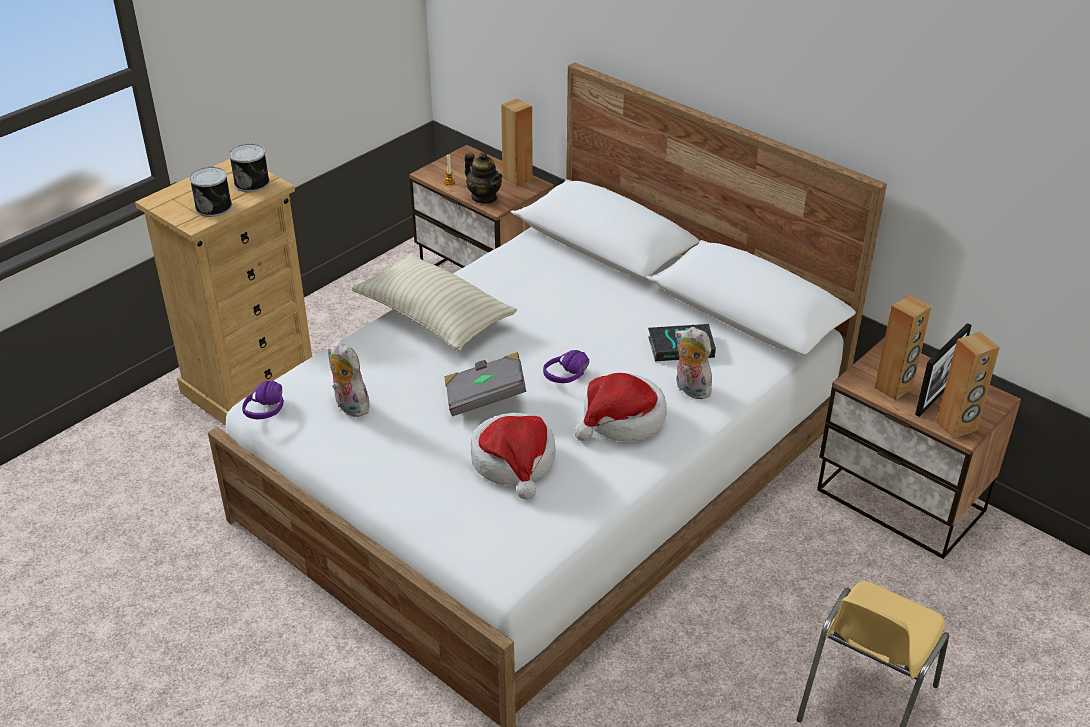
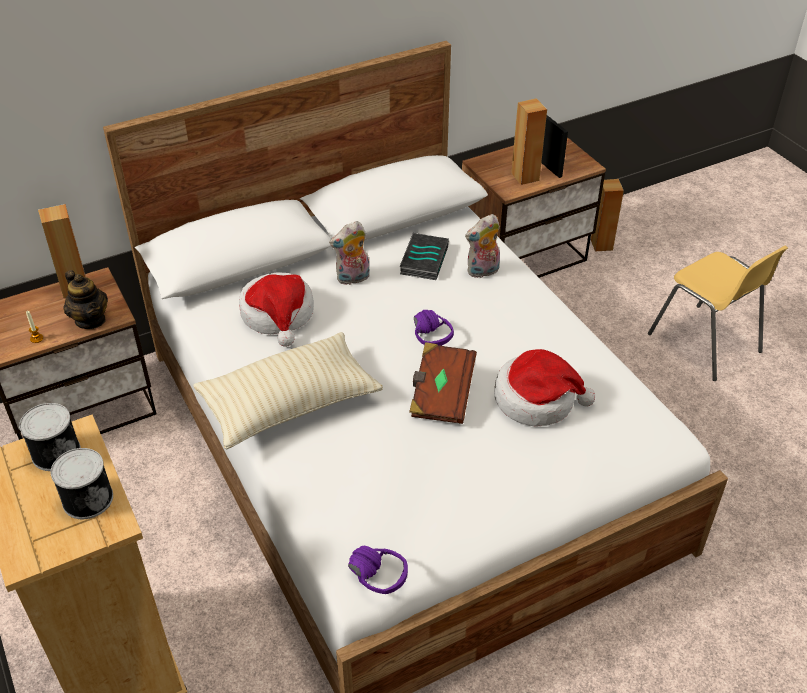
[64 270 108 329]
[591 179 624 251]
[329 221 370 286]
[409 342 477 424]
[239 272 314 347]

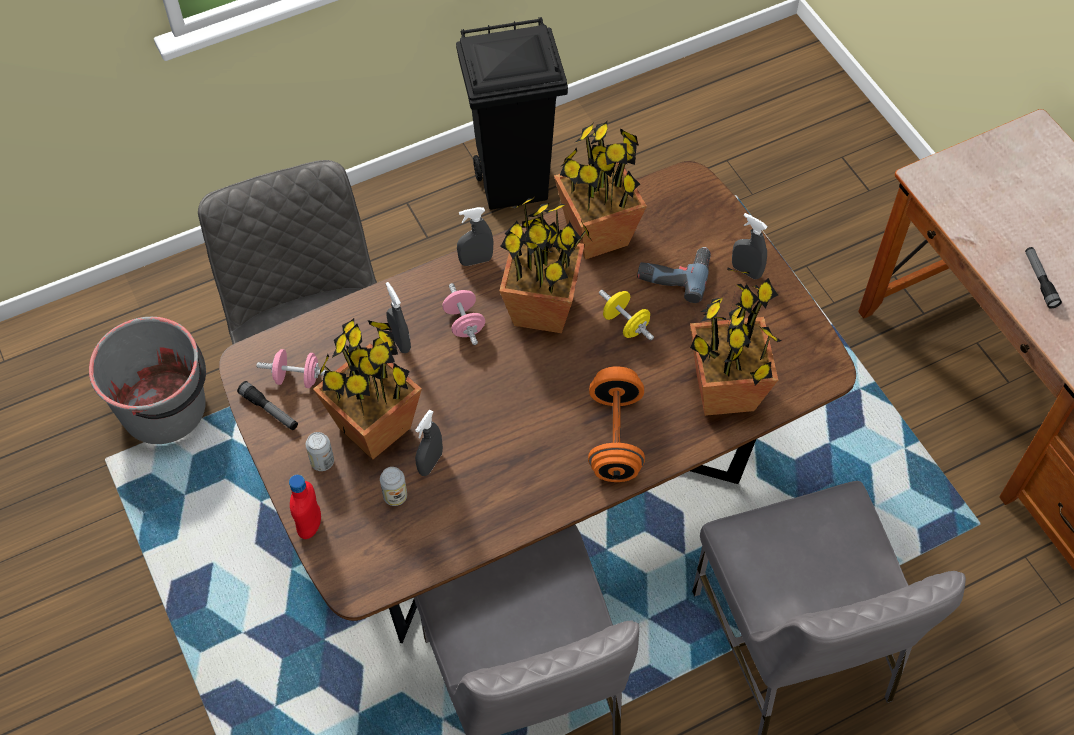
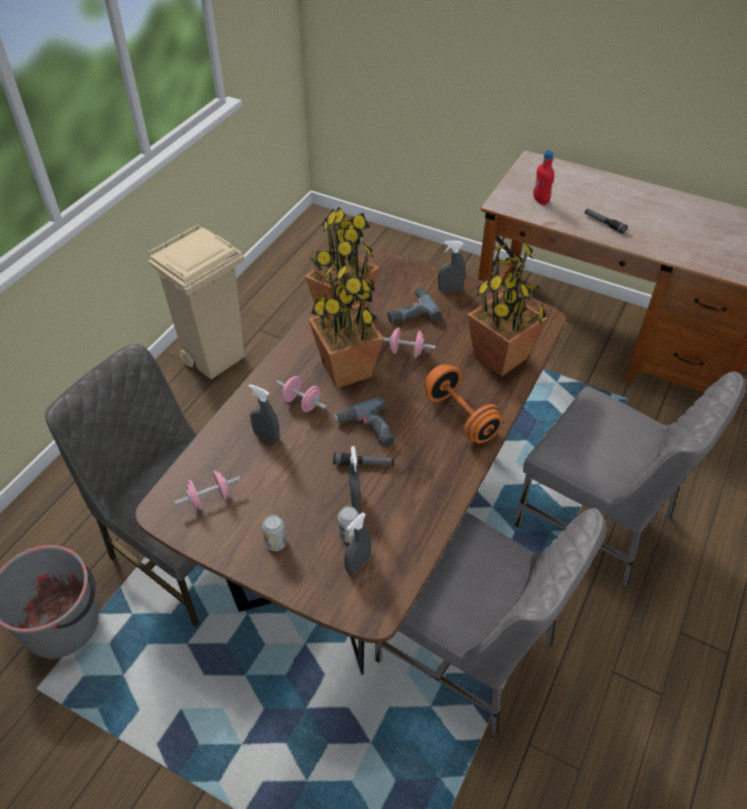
[148 224 244 379]
[344 512 371 575]
[382 327 436 357]
[313 318 422 460] (first image)
[333 452 394 466]
[533 150 554 205]
[334 396 395 447]

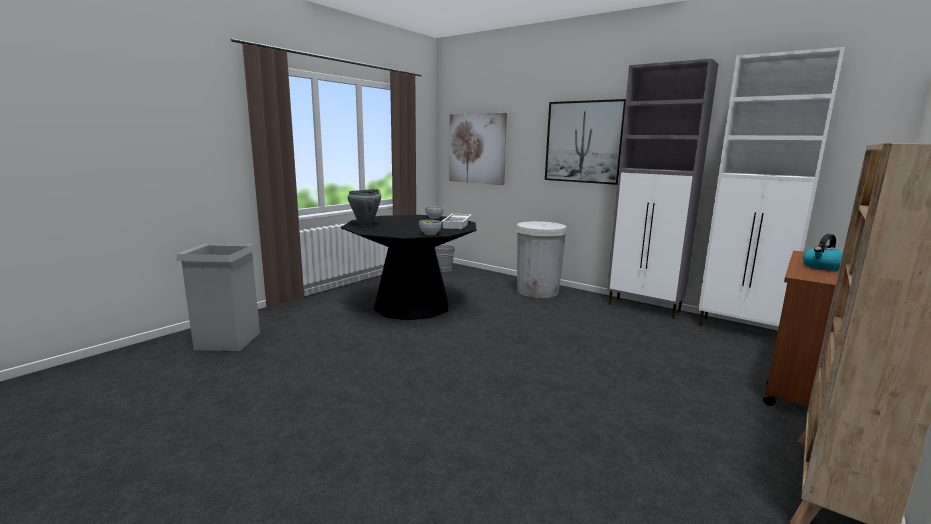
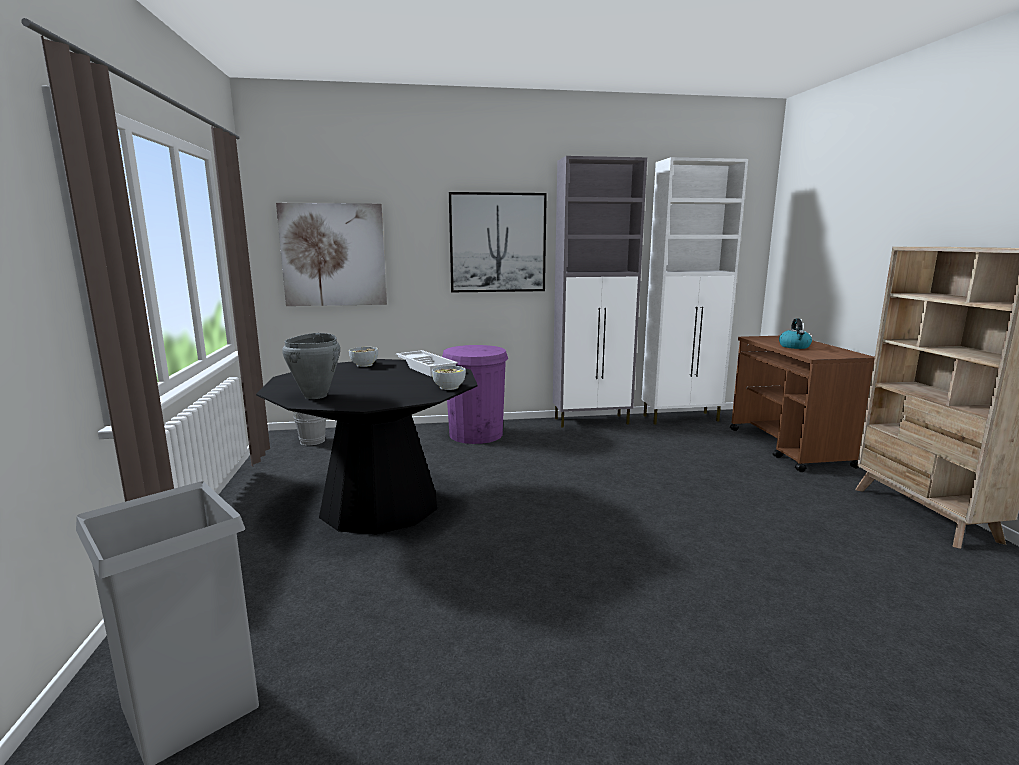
[442 345 508 444]

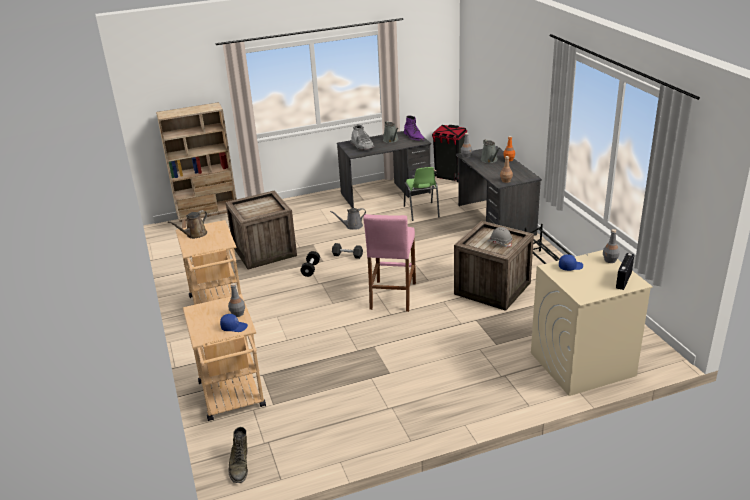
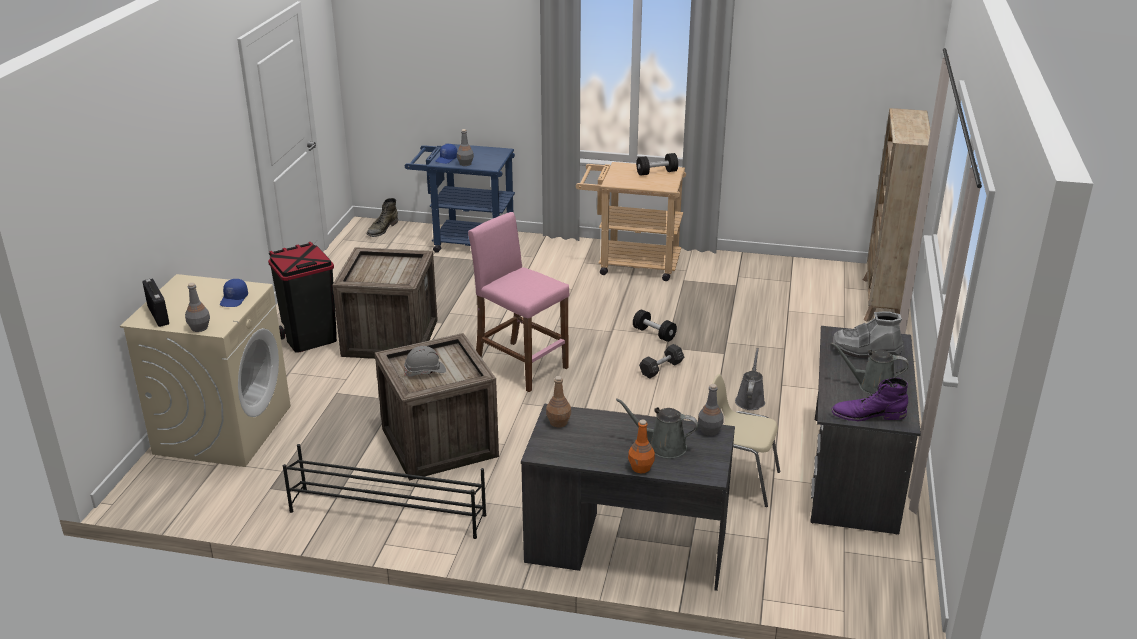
[268 242 337 353]
[712 374 780 507]
[332 247 438 359]
[636 153 678 176]
[405 143 515 253]
[366 198 398 237]

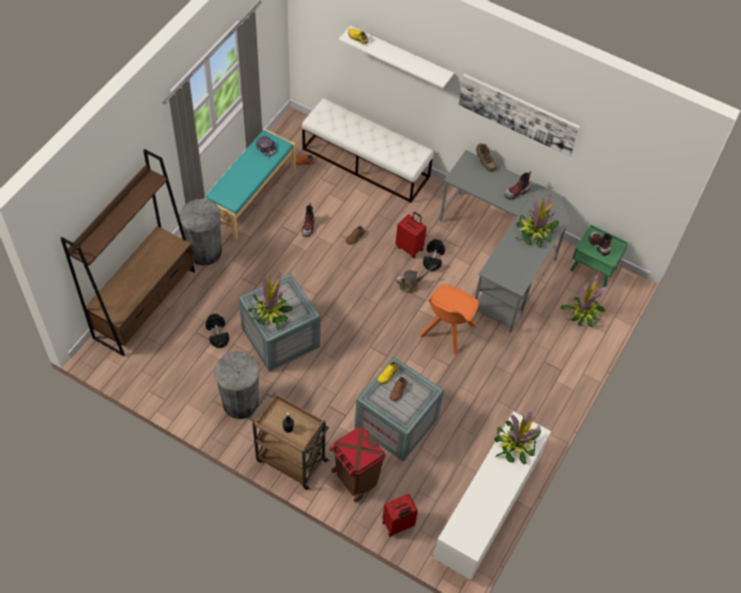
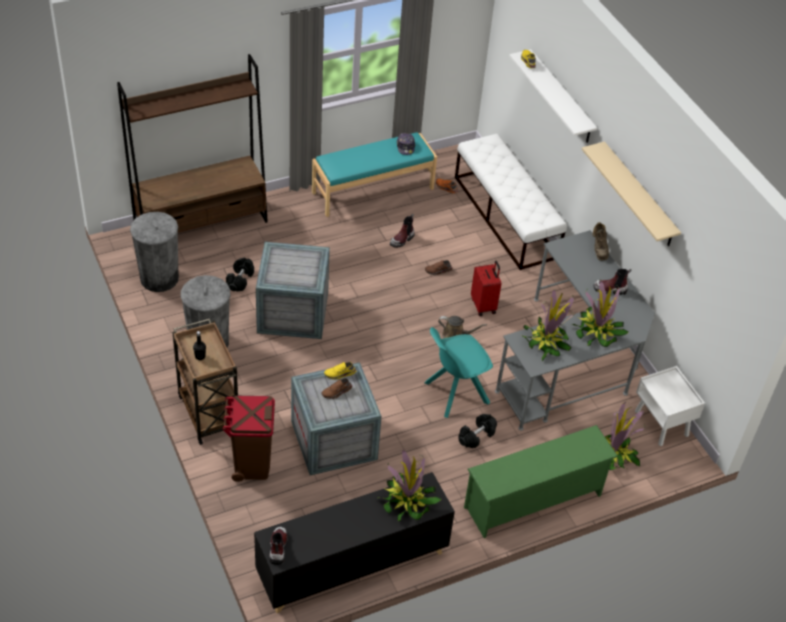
[582 142 681 246]
[130 212 179 292]
[635 366 705 446]
[270 527 288 565]
[458 414 497 448]
[523 290 574 361]
[425 327 493 418]
[254 472 455 613]
[382 494 418 537] (first image)
[464 425 618 538]

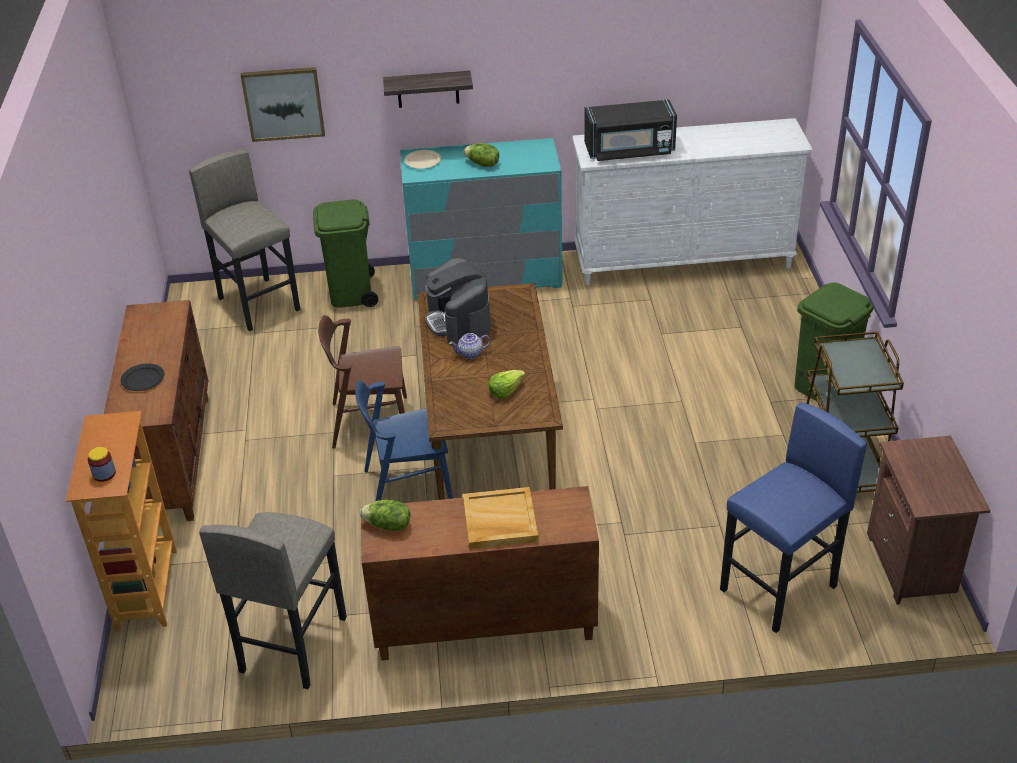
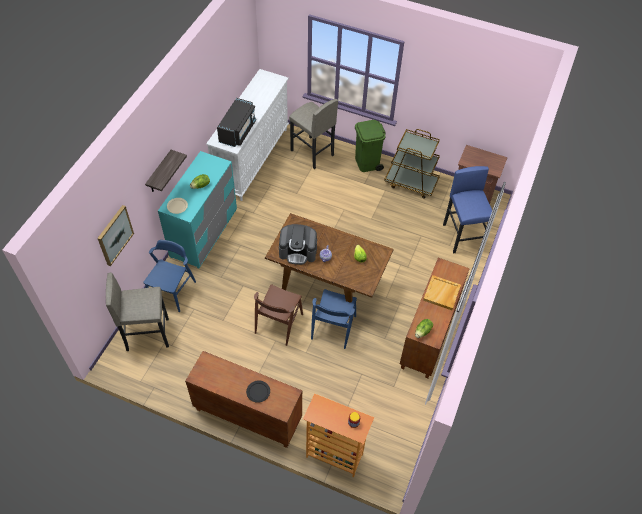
[144 240 196 312]
[289 99 338 169]

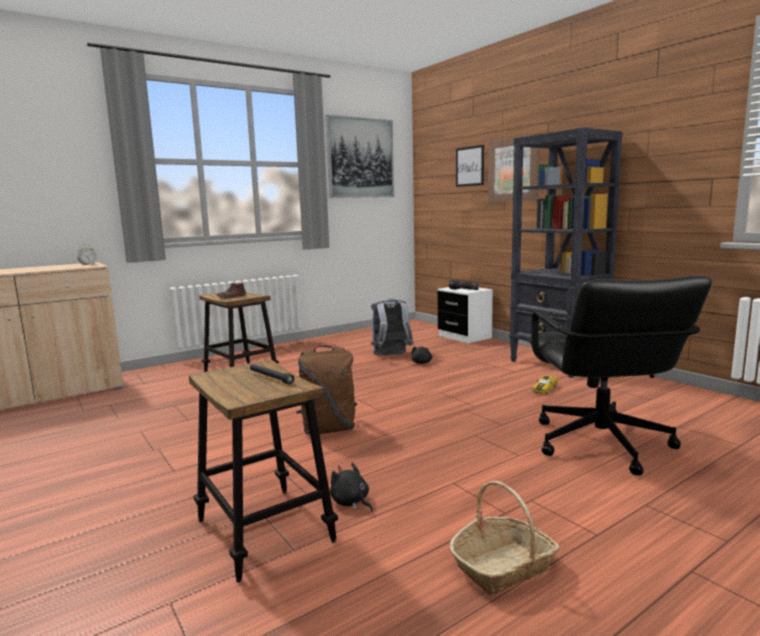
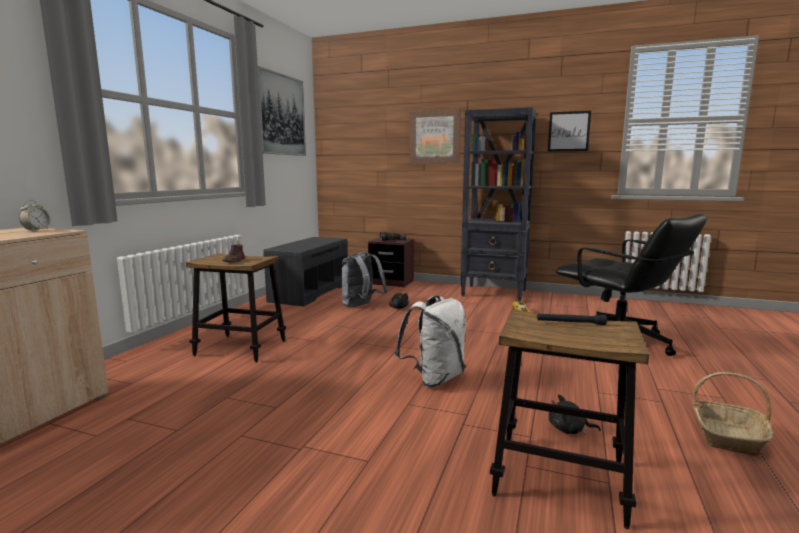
[548 111 591 152]
[368 237 414 287]
[395 296 466 387]
[263 237 347 307]

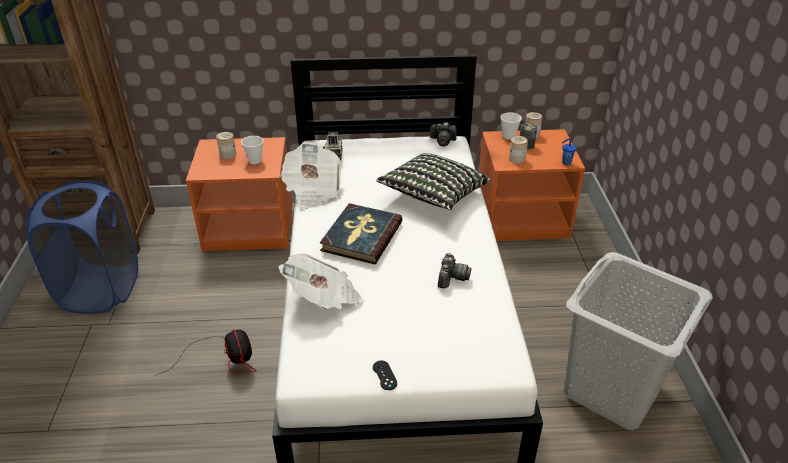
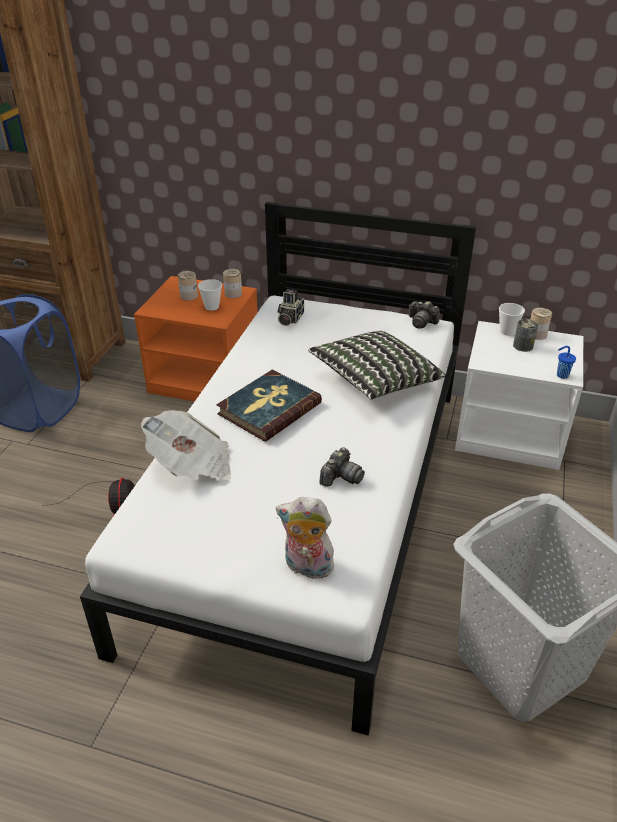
[455 321 583 470]
[223 269 242 298]
[280 142 341 209] (first image)
[373 361 397 390] (first image)
[276 497 334 579]

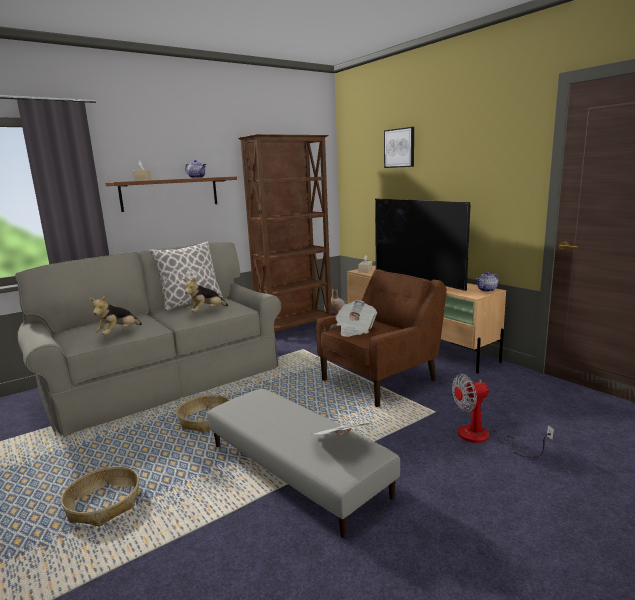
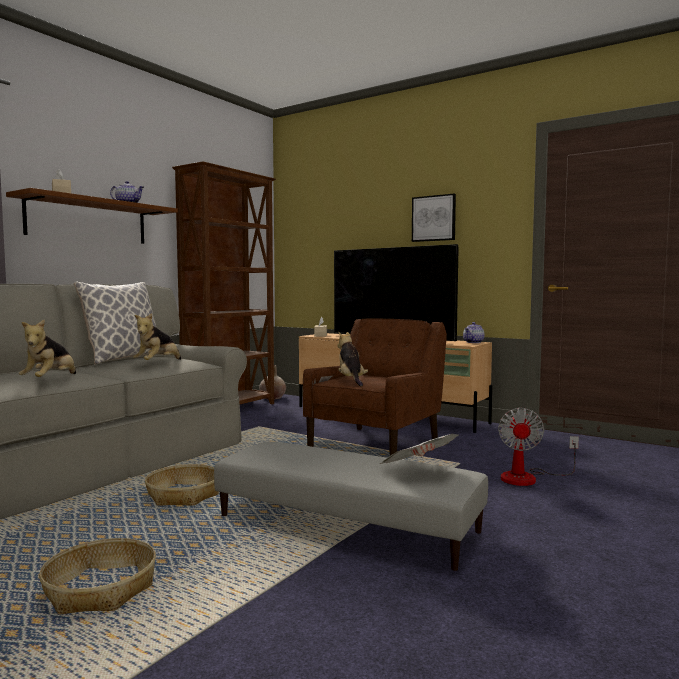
[412 194 456 242]
[337 331 368 387]
[498 408 579 486]

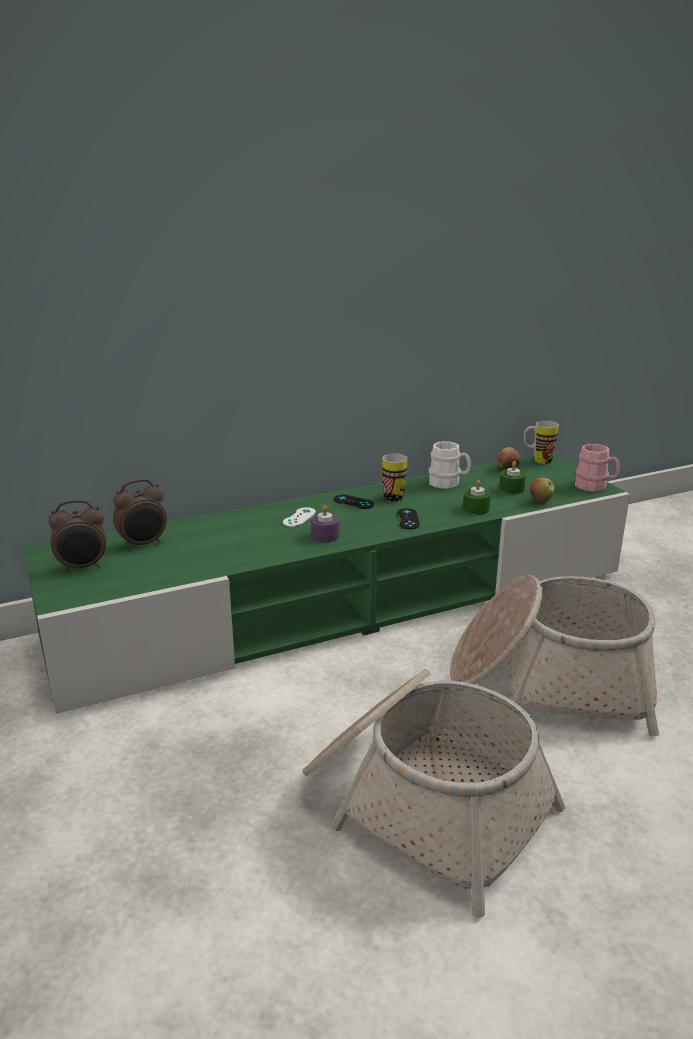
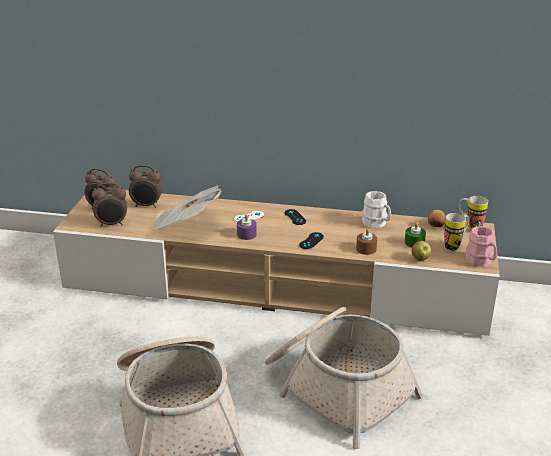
[444 213 469 251]
[53 190 500 336]
[356 228 377 255]
[92 182 127 227]
[152 185 221 231]

